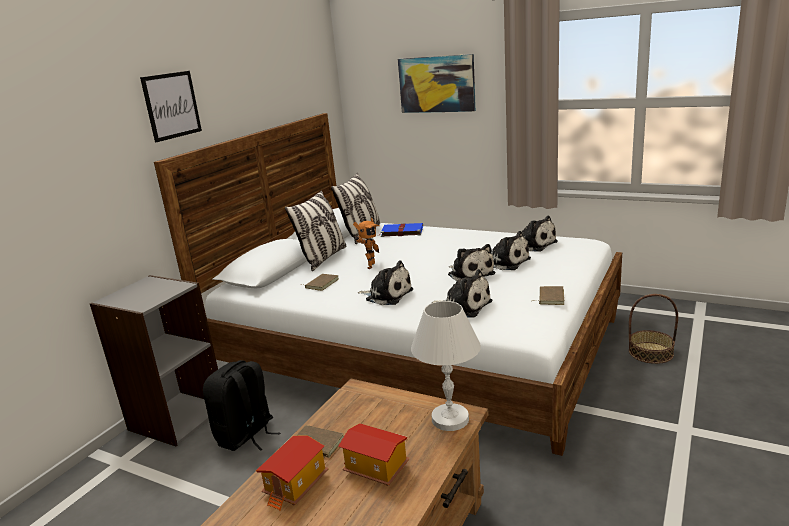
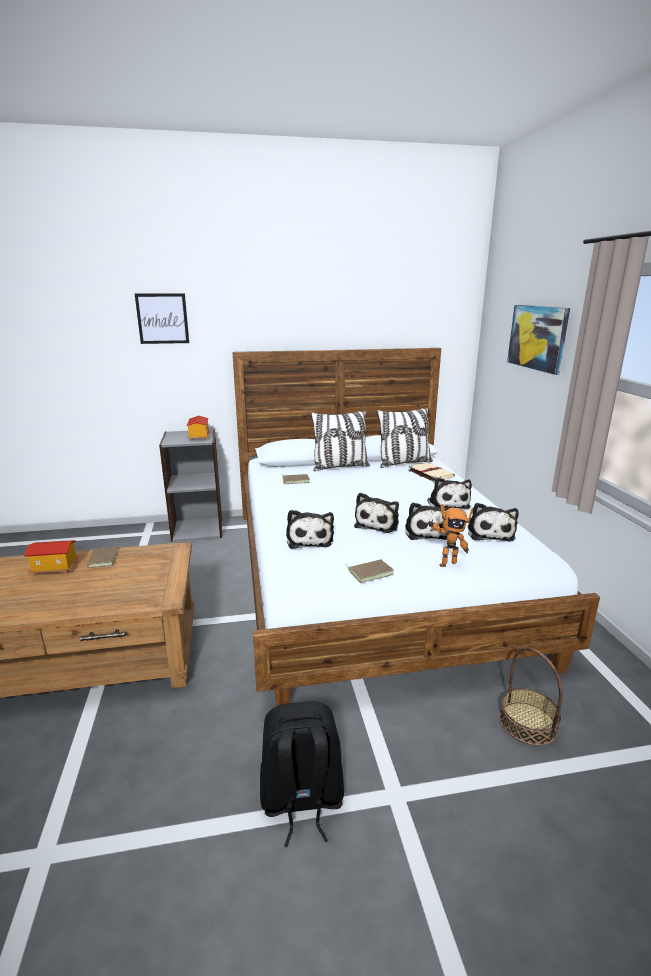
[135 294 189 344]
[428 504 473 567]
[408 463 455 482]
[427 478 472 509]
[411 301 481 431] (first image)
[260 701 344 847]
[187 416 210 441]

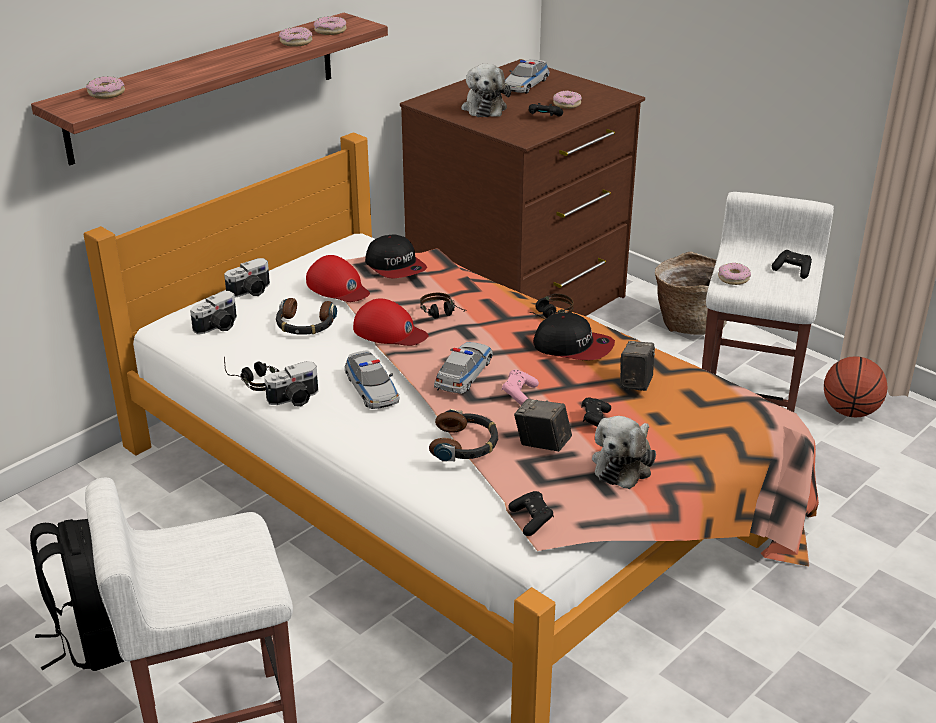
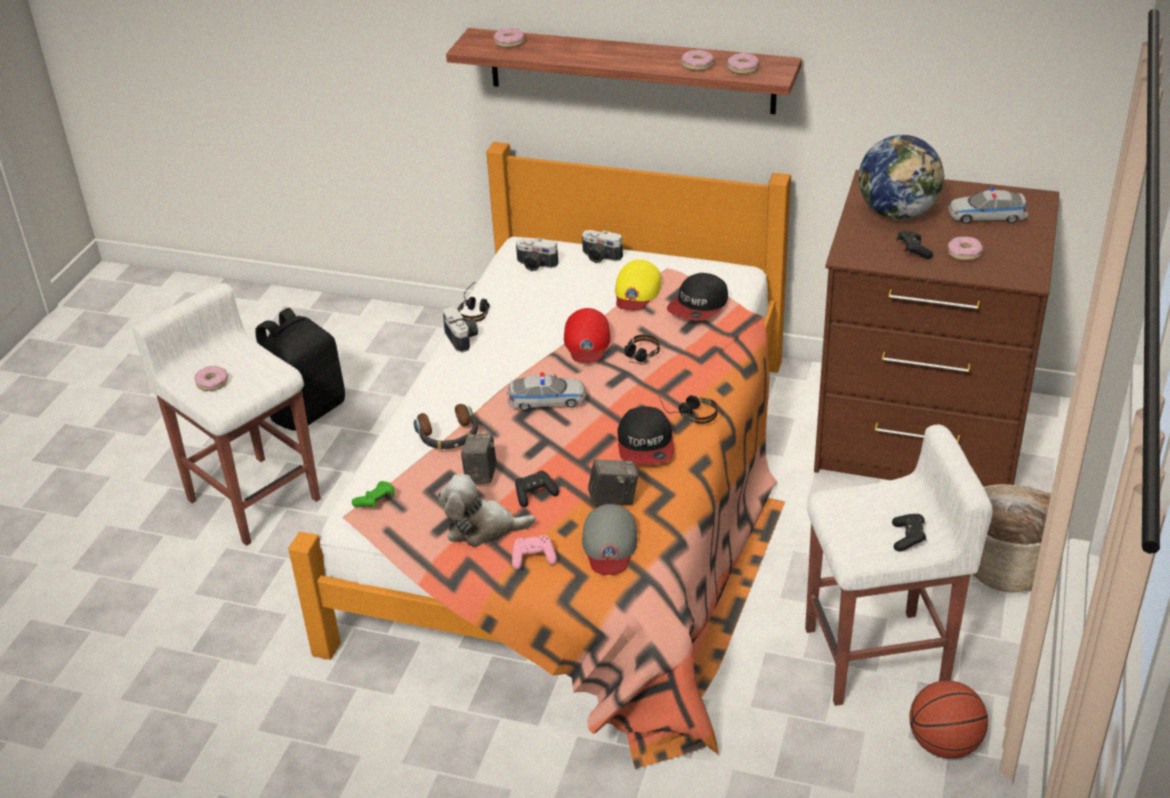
[859 135 945 220]
[615 260 661 310]
[194 366 228 391]
[276 298 337 335] (first image)
[345 350 400 409] (first image)
[443 306 478 353]
[512 535 557 570]
[352 481 394 508]
[582 504 637 575]

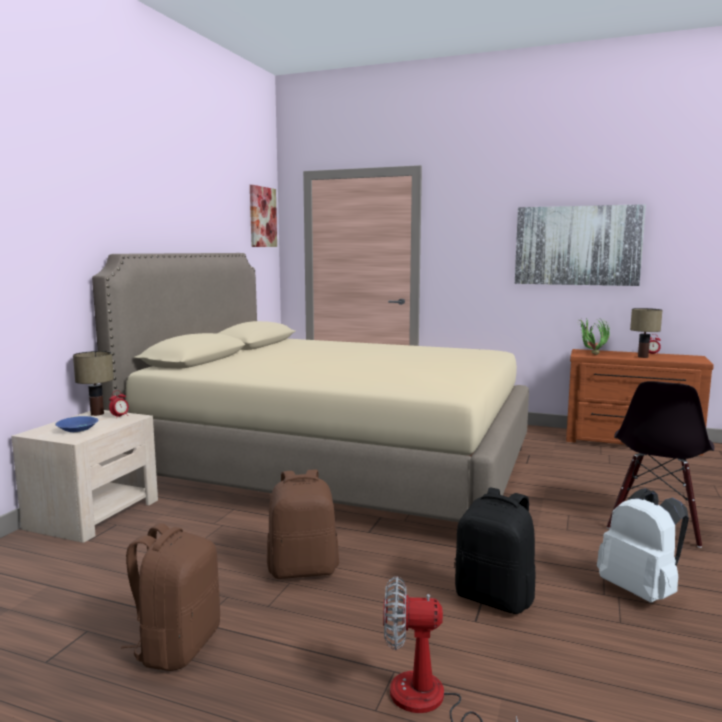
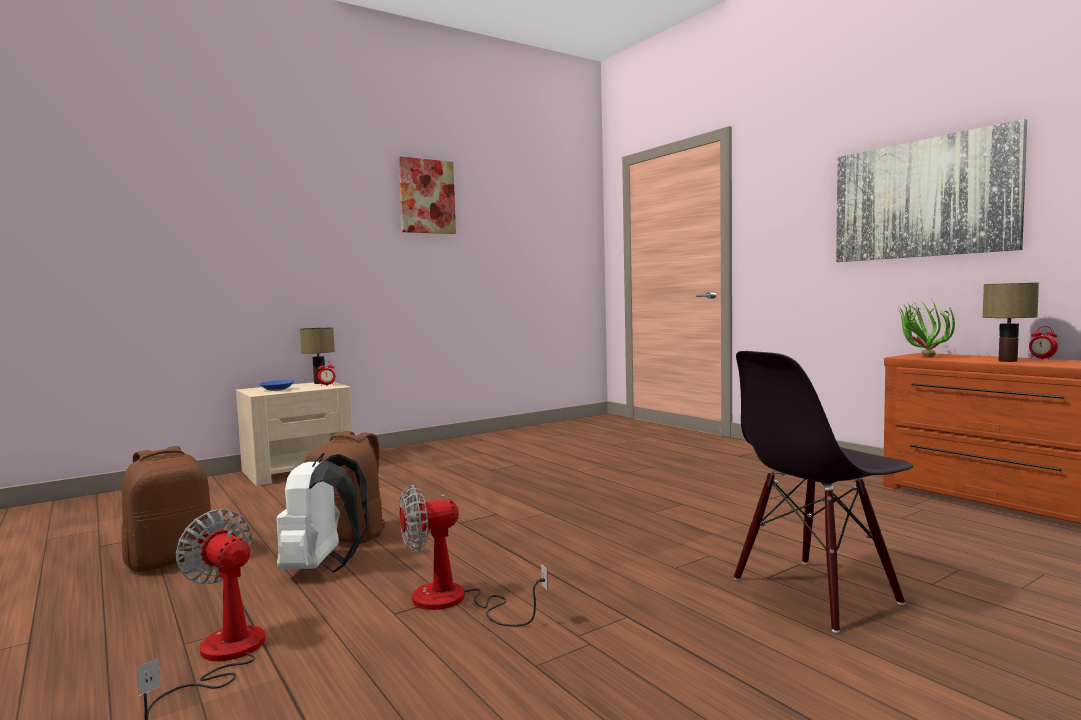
[398 156 456 234]
[92 253 529 522] (first image)
[399 485 548 627]
[276 453 368 573]

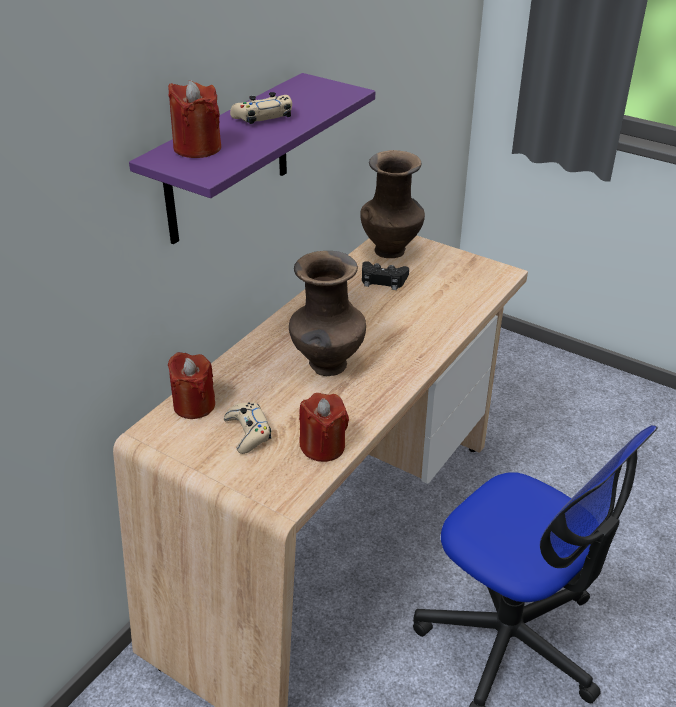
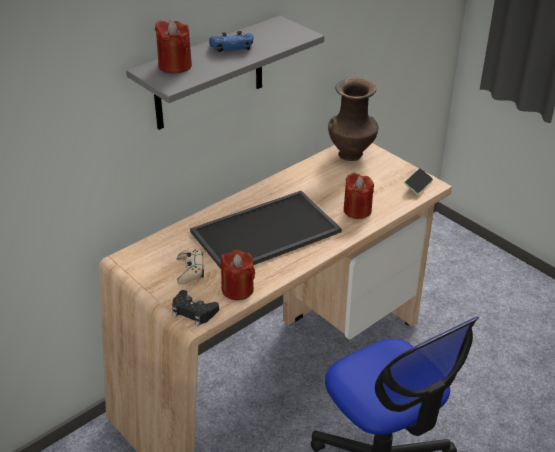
[126 16 324 130]
[209 31 253 52]
[190 191 342 269]
[172 290 219 326]
[344 172 374 219]
[404 168 433 194]

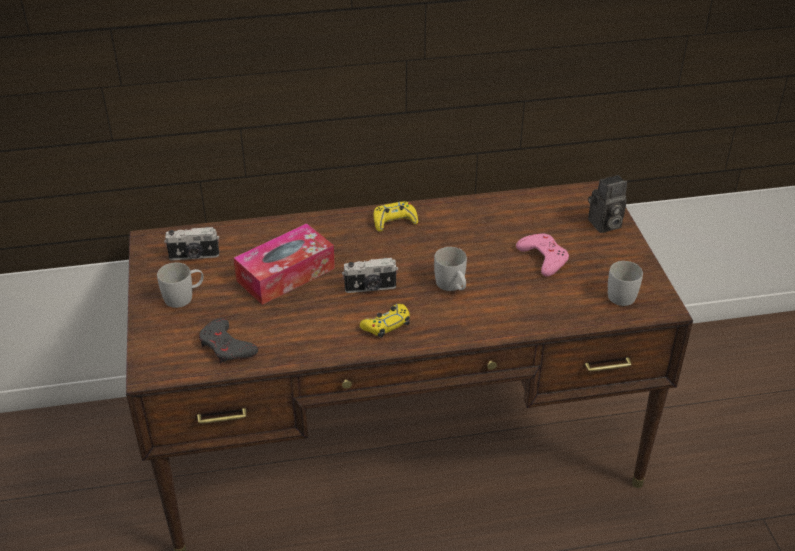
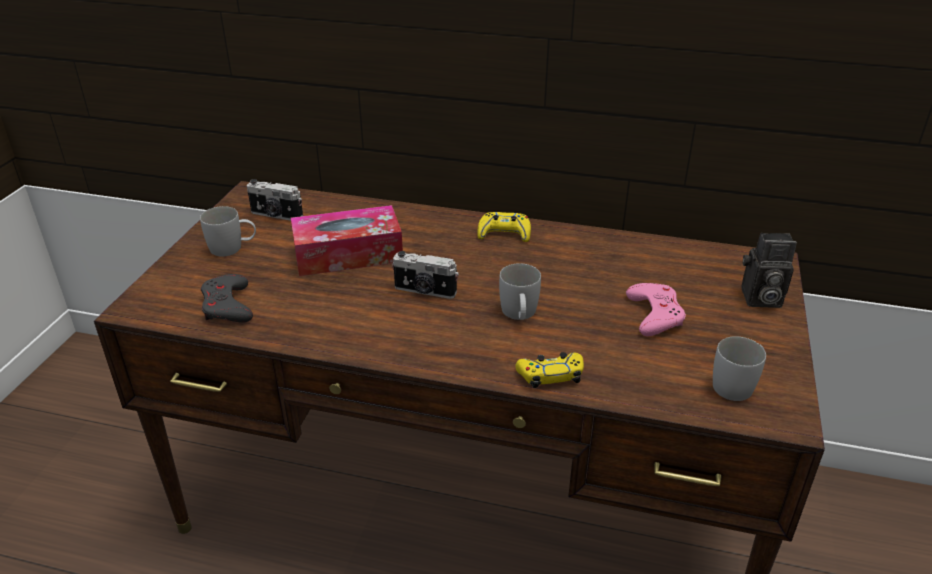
[515 352 584 388]

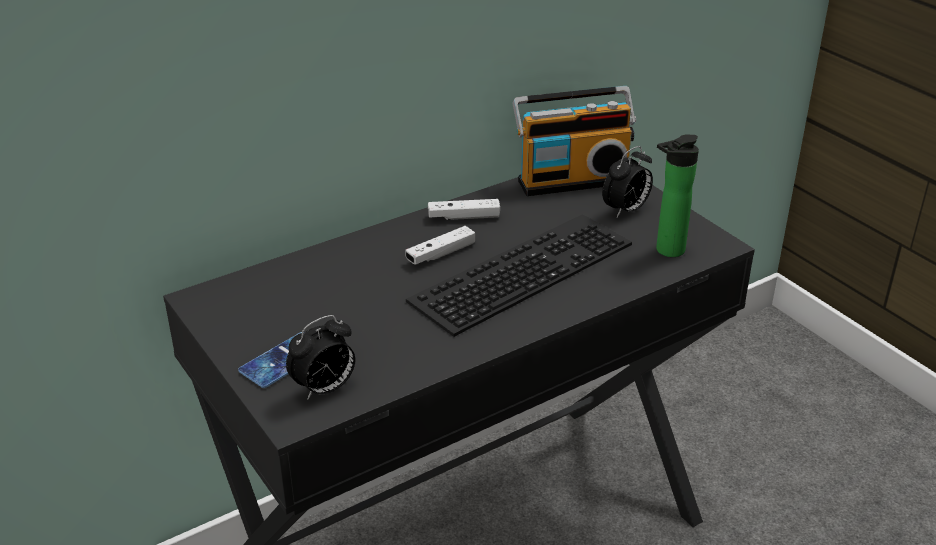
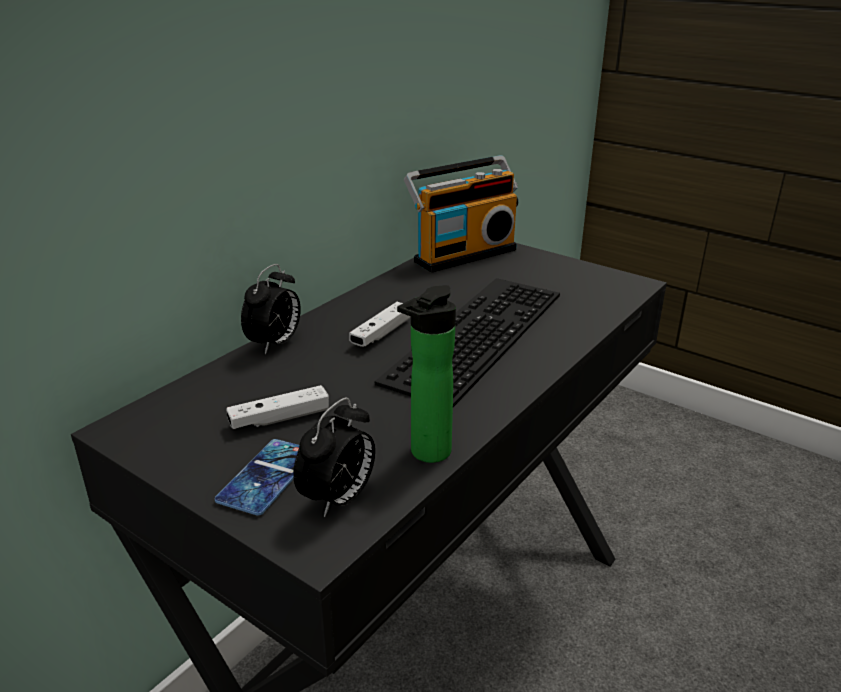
[397 285 456 463]
[241 264 301 354]
[226 385 329 429]

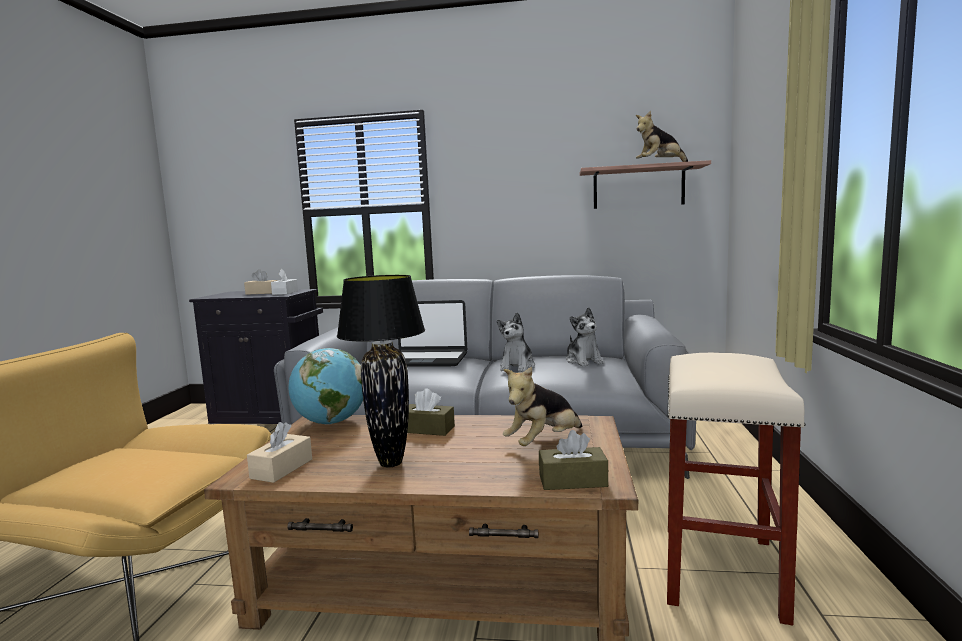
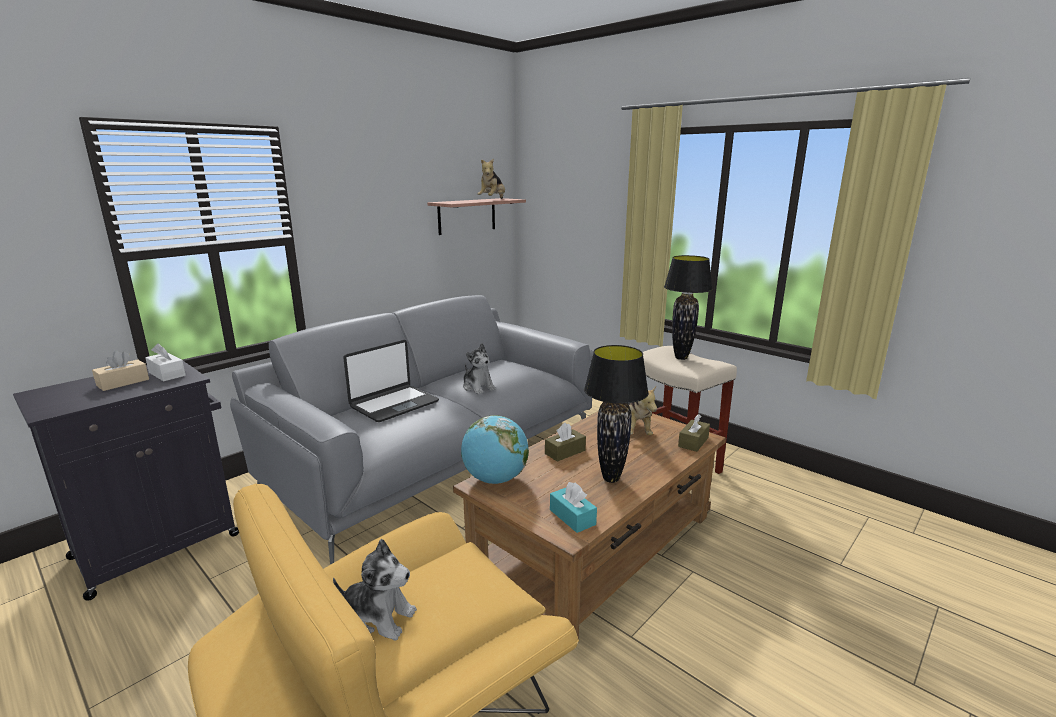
[333 539 417 641]
[550 482 597 533]
[664 255 713 360]

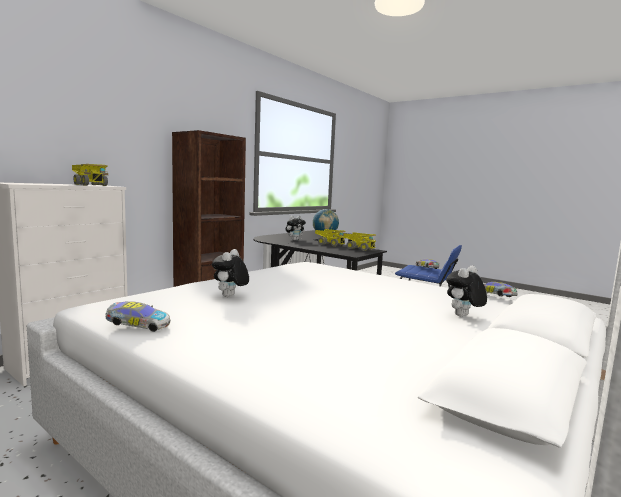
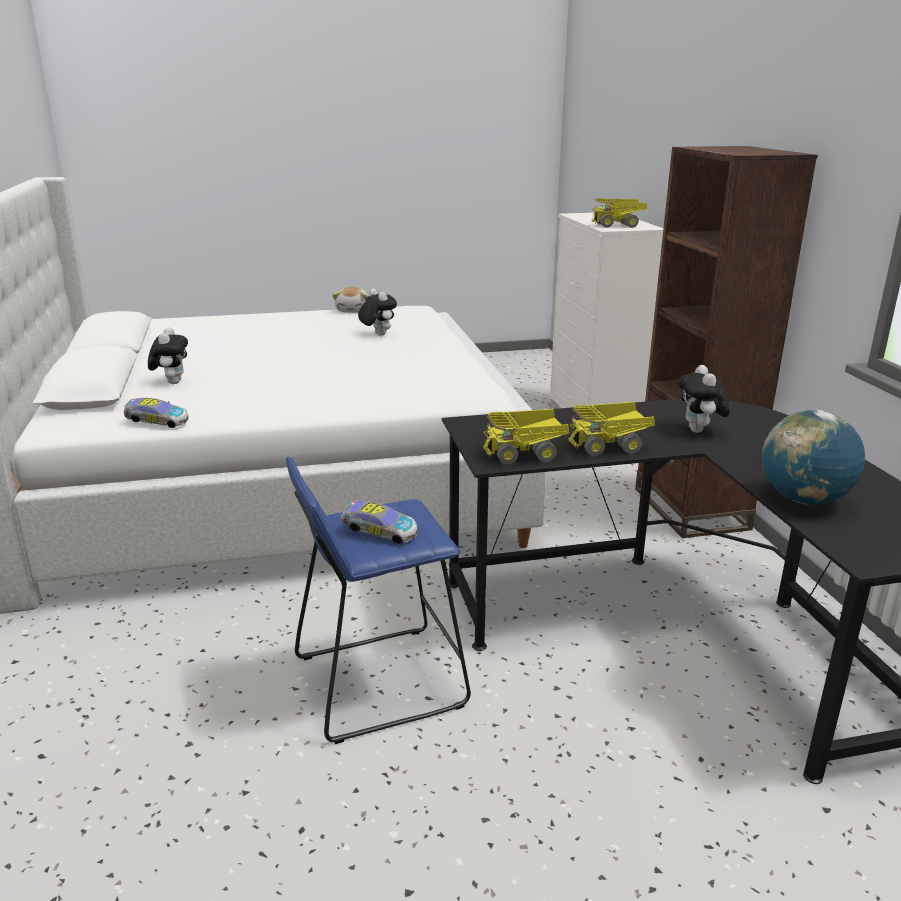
[332 287 369 313]

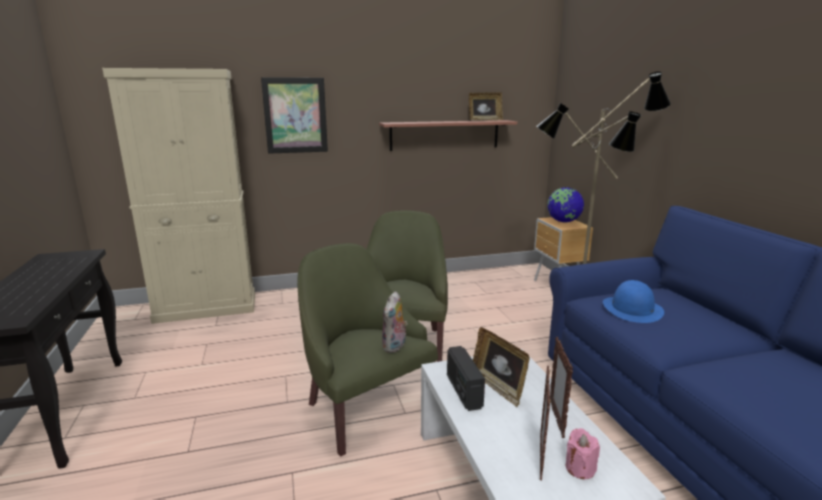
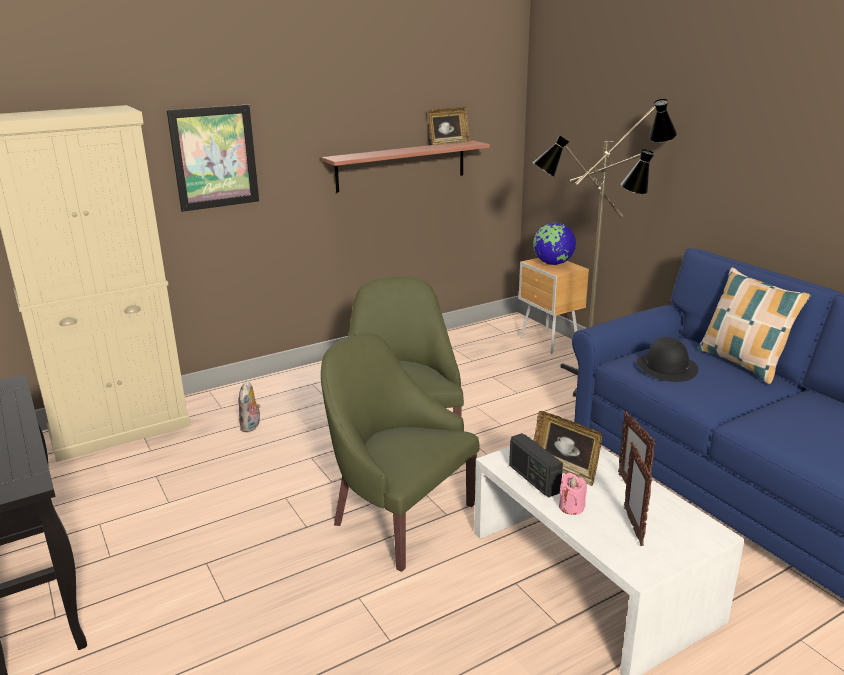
[636 337 698 382]
[238 380 261 432]
[559 473 587 515]
[697 268 810 384]

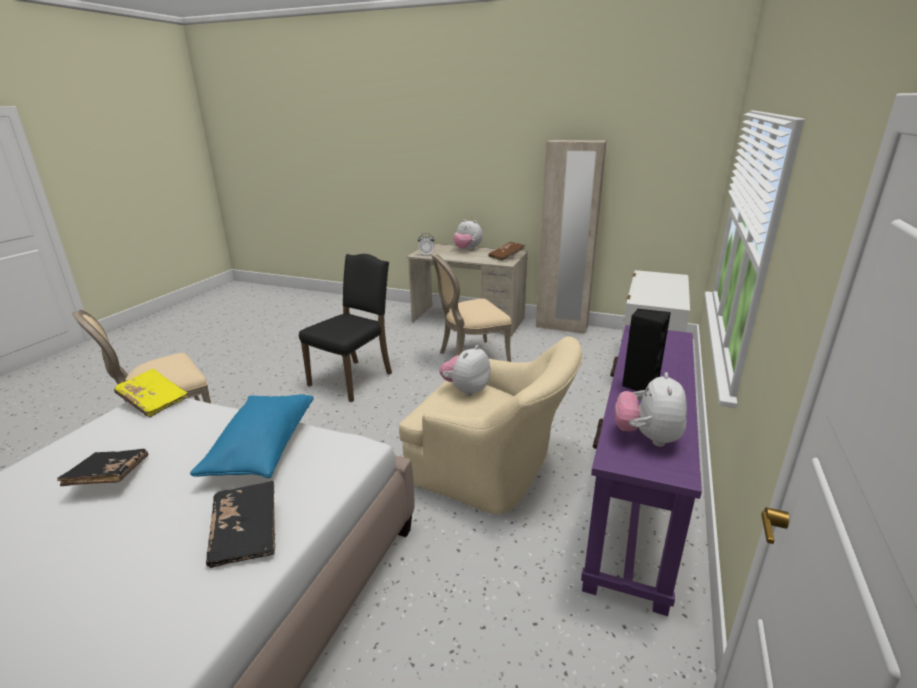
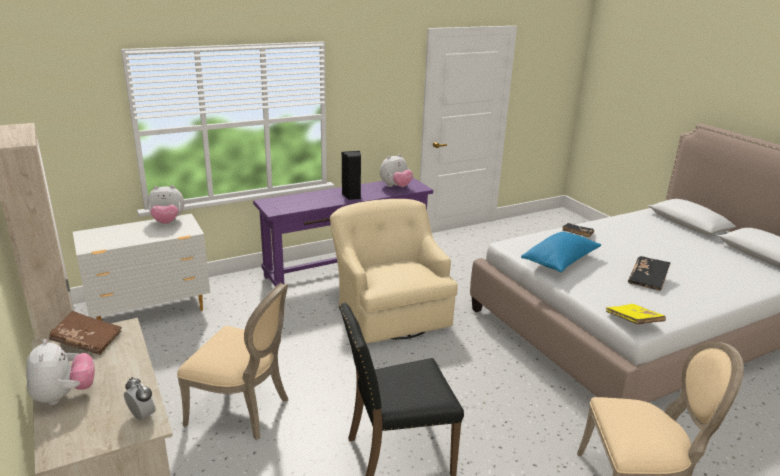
[147 185 184 224]

